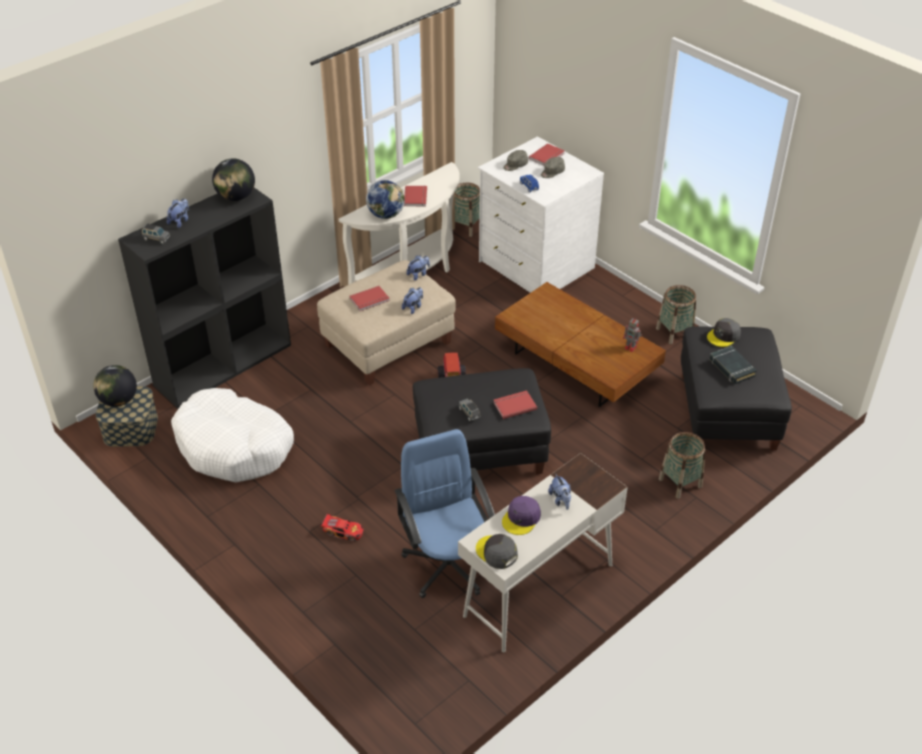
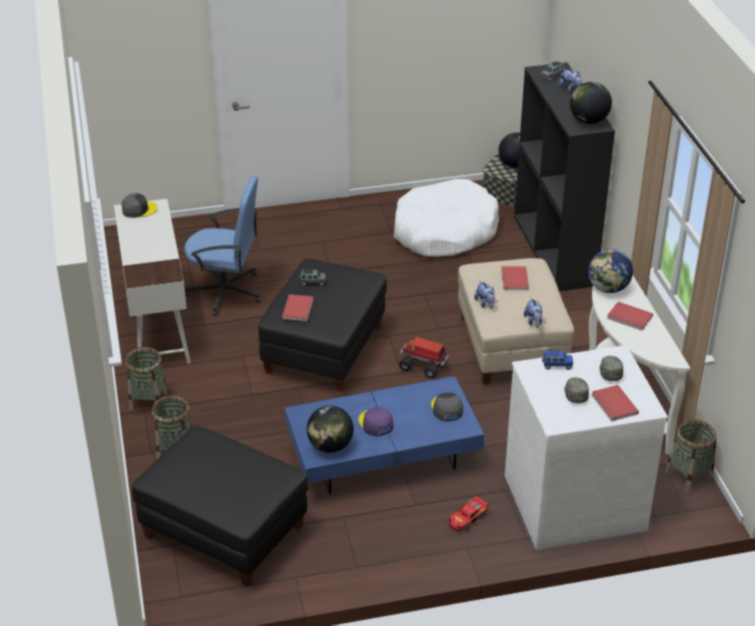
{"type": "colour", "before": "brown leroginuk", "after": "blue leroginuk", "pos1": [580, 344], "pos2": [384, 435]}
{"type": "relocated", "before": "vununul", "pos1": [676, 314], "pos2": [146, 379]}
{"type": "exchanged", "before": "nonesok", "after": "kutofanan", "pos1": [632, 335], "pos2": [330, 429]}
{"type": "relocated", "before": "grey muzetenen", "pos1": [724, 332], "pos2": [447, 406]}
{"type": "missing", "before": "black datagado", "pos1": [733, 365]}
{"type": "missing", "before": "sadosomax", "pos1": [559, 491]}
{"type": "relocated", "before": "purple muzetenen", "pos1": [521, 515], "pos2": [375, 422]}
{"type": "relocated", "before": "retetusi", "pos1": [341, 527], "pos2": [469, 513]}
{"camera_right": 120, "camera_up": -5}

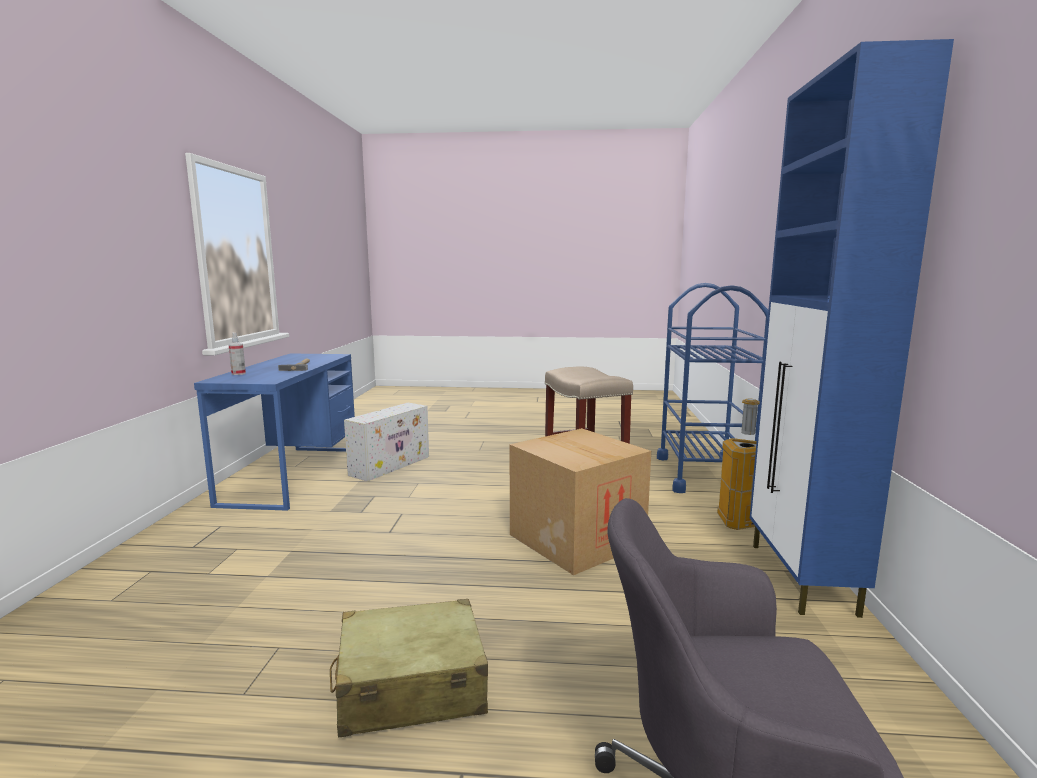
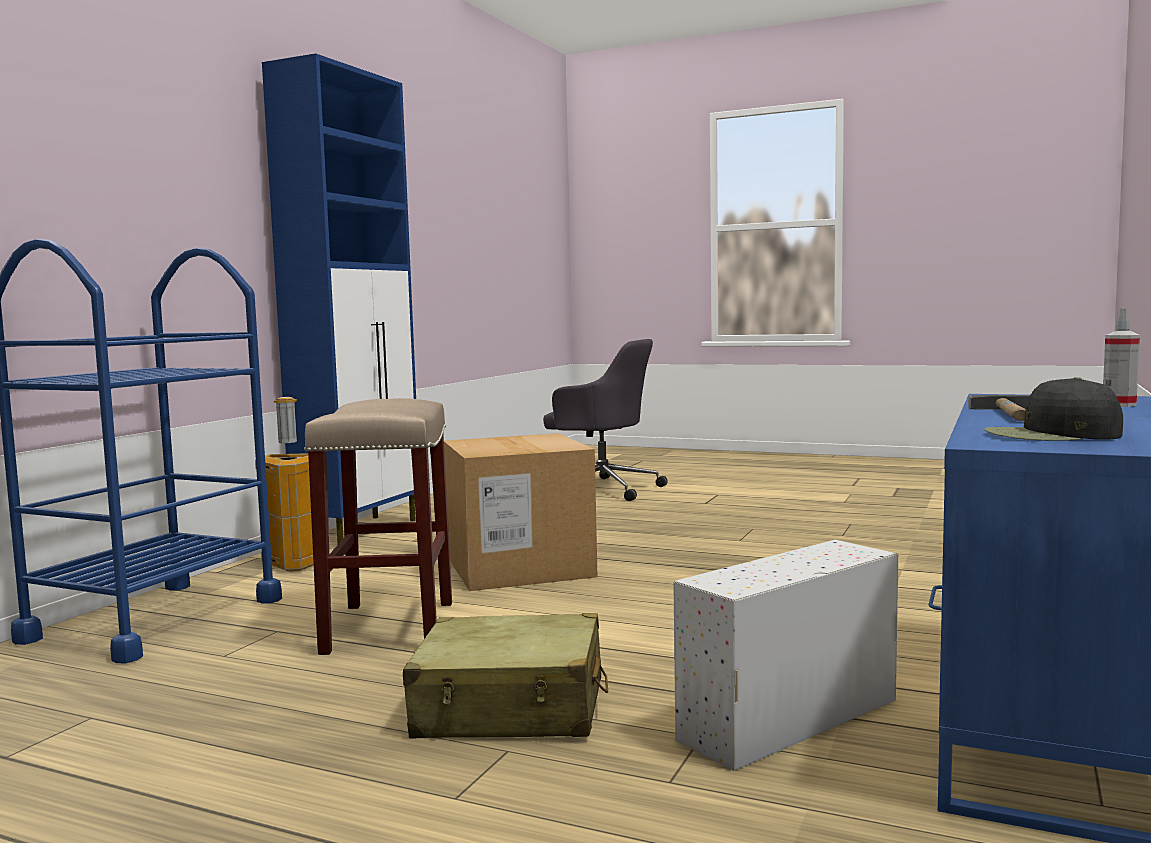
{"type": "relocated", "before": "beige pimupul", "pos1": [409, 668], "pos2": [505, 676]}
{"type": "appeared", "after": "black muzetenen", "pos2": [1053, 409]}
{"camera_right": -160, "camera_up": -5}

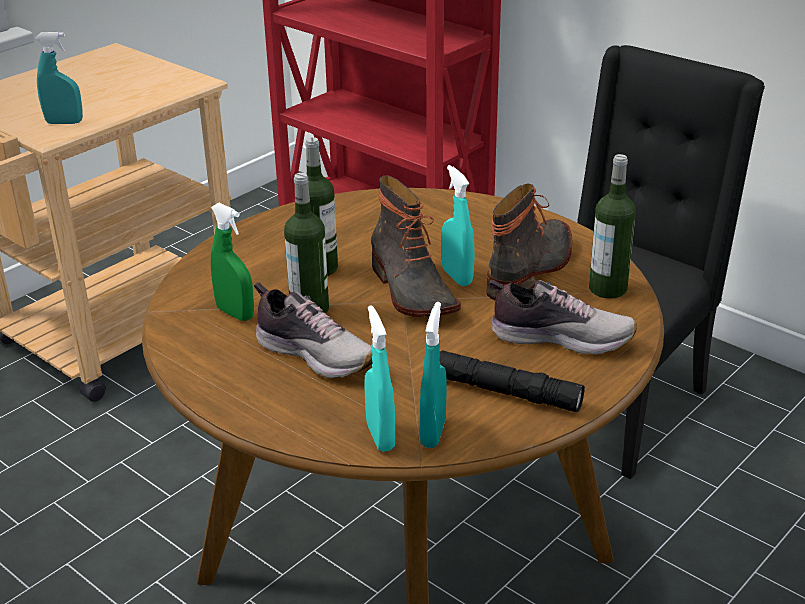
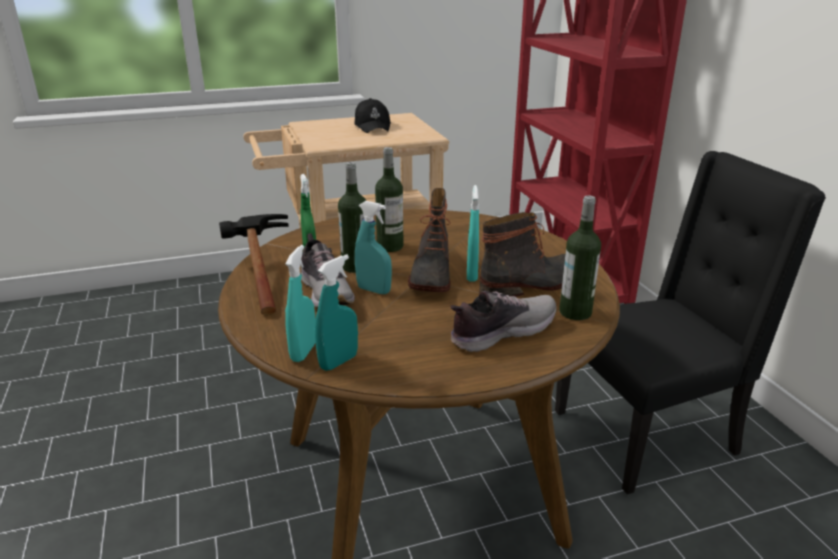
{"type": "relocated", "before": "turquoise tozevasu", "pos1": [59, 78], "pos2": [373, 247]}
{"type": "spun", "before": "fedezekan", "pos1": [563, 317], "pos2": [503, 321], "turn": -75}
{"type": "missing", "before": "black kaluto", "pos1": [512, 381]}
{"type": "appeared", "after": "black muzetenen", "pos2": [372, 115]}
{"type": "appeared", "after": "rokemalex", "pos2": [254, 264]}
{"camera_right": 30, "camera_up": -5}

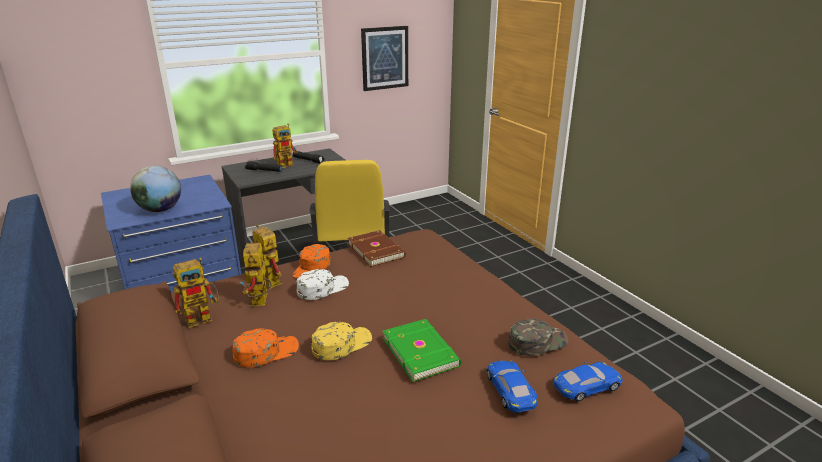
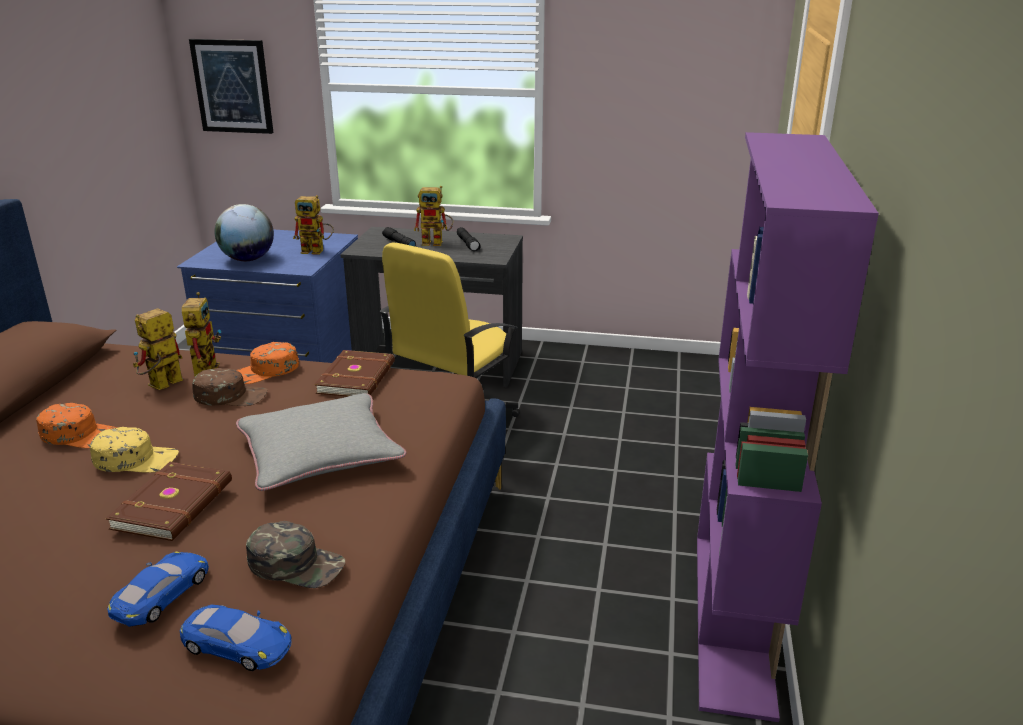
{"type": "relocated", "before": "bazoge", "pos1": [384, 58], "pos2": [231, 86]}
{"type": "relocated", "before": "nonesok", "pos1": [196, 293], "pos2": [313, 225]}
{"type": "colour", "before": "white muzetenen", "after": "brown muzetenen", "pos1": [323, 284], "pos2": [230, 387]}
{"type": "colour", "before": "green datagado", "after": "brown datagado", "pos1": [422, 350], "pos2": [169, 501]}
{"type": "appeared", "after": "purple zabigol", "pos2": [788, 427]}
{"type": "appeared", "after": "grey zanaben", "pos2": [321, 442]}
{"camera_right": 40, "camera_up": 0}

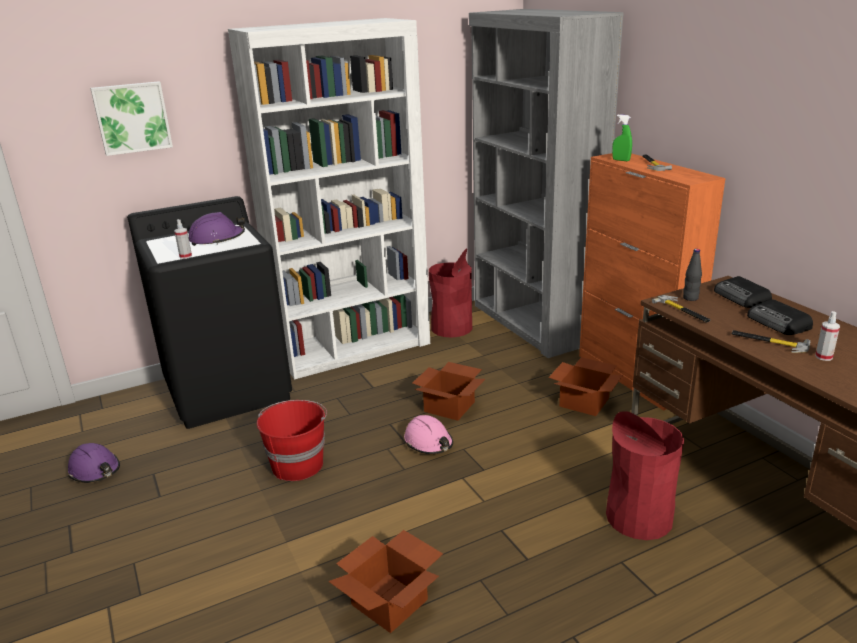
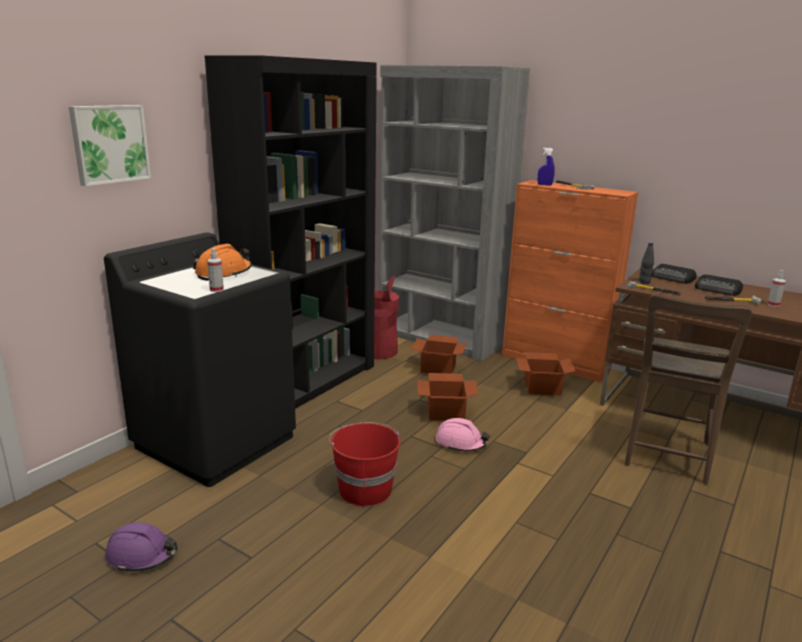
{"type": "colour", "before": "white zabigol", "after": "black zabigol", "pos1": [329, 199], "pos2": [291, 232]}
{"type": "colour", "before": "green tozevasu", "after": "blue tozevasu", "pos1": [622, 137], "pos2": [546, 166]}
{"type": "colour", "before": "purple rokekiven", "after": "orange rokekiven", "pos1": [217, 229], "pos2": [222, 262]}
{"type": "exchanged", "before": "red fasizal", "after": "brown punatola", "pos1": [645, 475], "pos2": [688, 389]}
{"type": "relocated", "before": "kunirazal", "pos1": [385, 581], "pos2": [439, 354]}
{"camera_right": -30, "camera_up": -5}

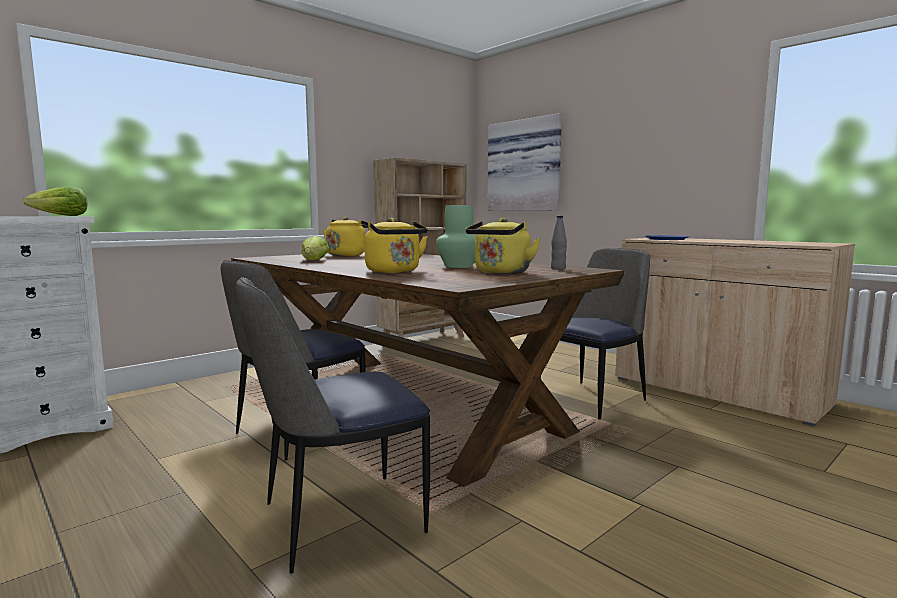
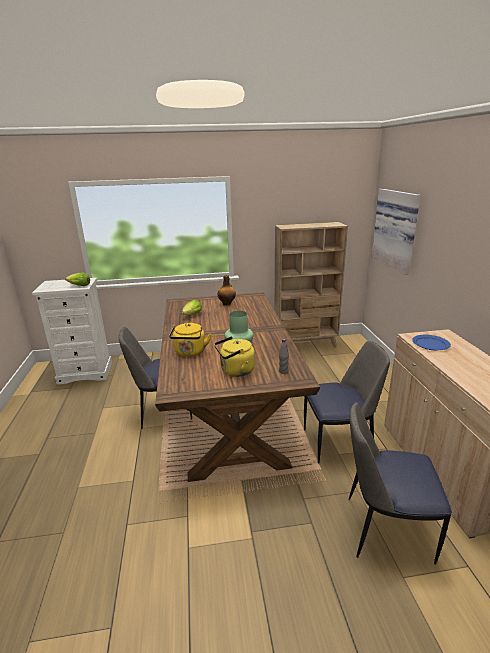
{"type": "exchanged", "before": "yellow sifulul", "after": "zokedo", "pos1": [346, 236], "pos2": [226, 290]}
{"type": "relocated", "before": "punatola", "pos1": [333, 425], "pos2": [400, 483]}
{"camera_right": 35, "camera_up": 15}

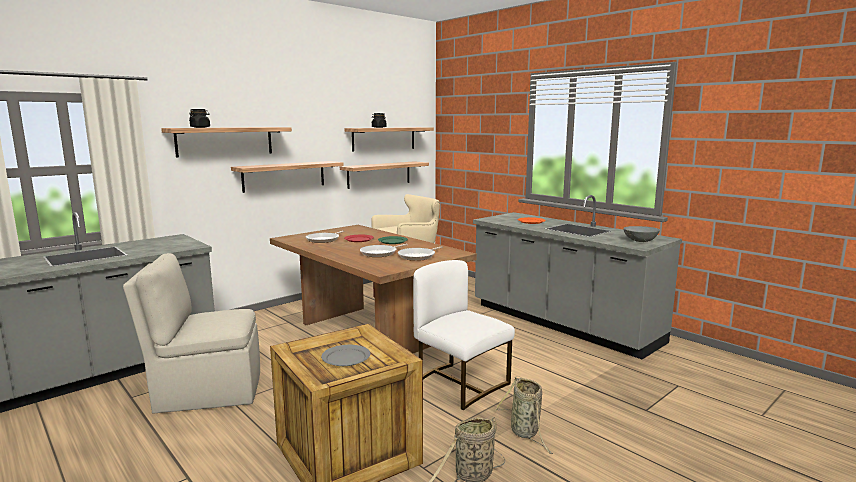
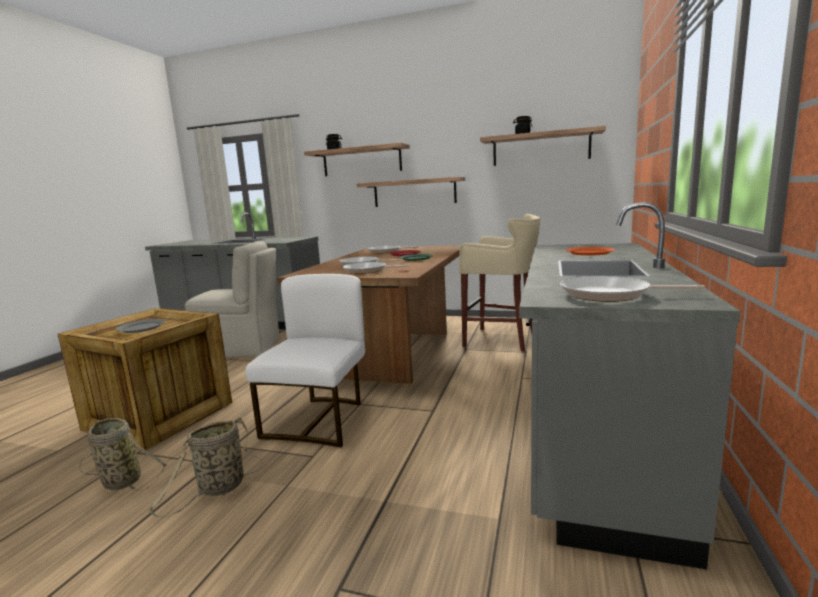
{"type": "missing", "before": "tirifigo", "pos1": [384, 175]}
{"type": "exchanged", "before": "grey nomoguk", "after": "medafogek", "pos1": [641, 234], "pos2": [632, 289]}
{"type": "spun", "before": "beige punatola", "pos1": [191, 333], "pos2": [232, 299], "turn": 135}
{"camera_right": 60, "camera_up": 0}

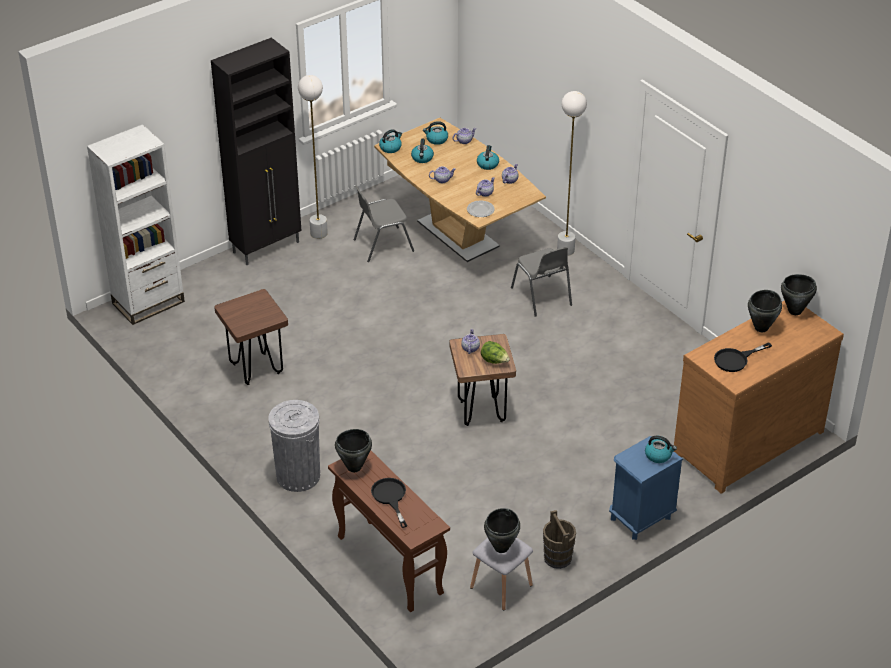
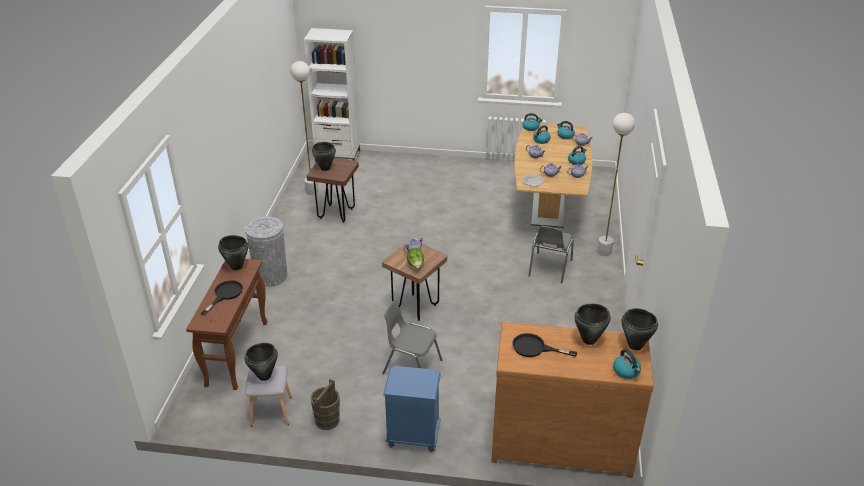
{"type": "missing", "before": "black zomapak", "pos1": [256, 151]}
{"type": "relocated", "before": "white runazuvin", "pos1": [313, 157], "pos2": [304, 128]}
{"type": "relocated", "before": "grey punatola", "pos1": [384, 223], "pos2": [412, 337]}
{"type": "relocated", "before": "sifulul", "pos1": [661, 449], "pos2": [627, 364]}
{"type": "appeared", "after": "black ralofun", "pos2": [324, 156]}
{"camera_right": 45, "camera_up": -5}

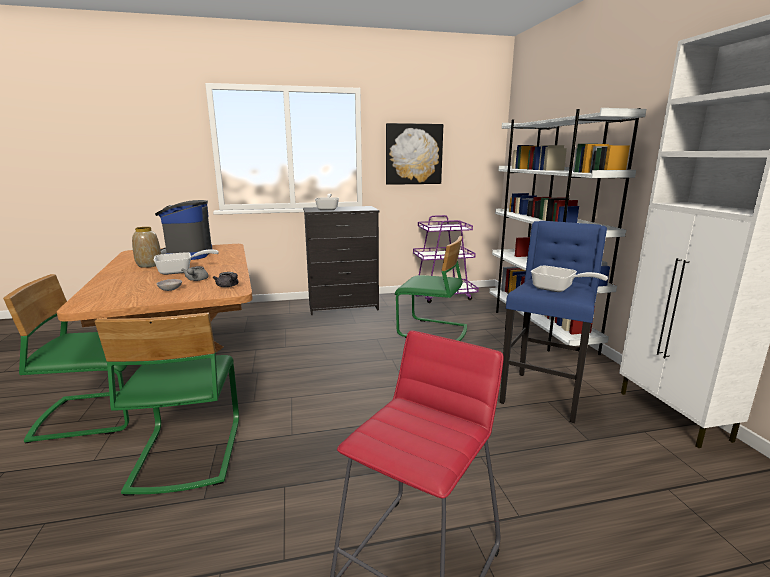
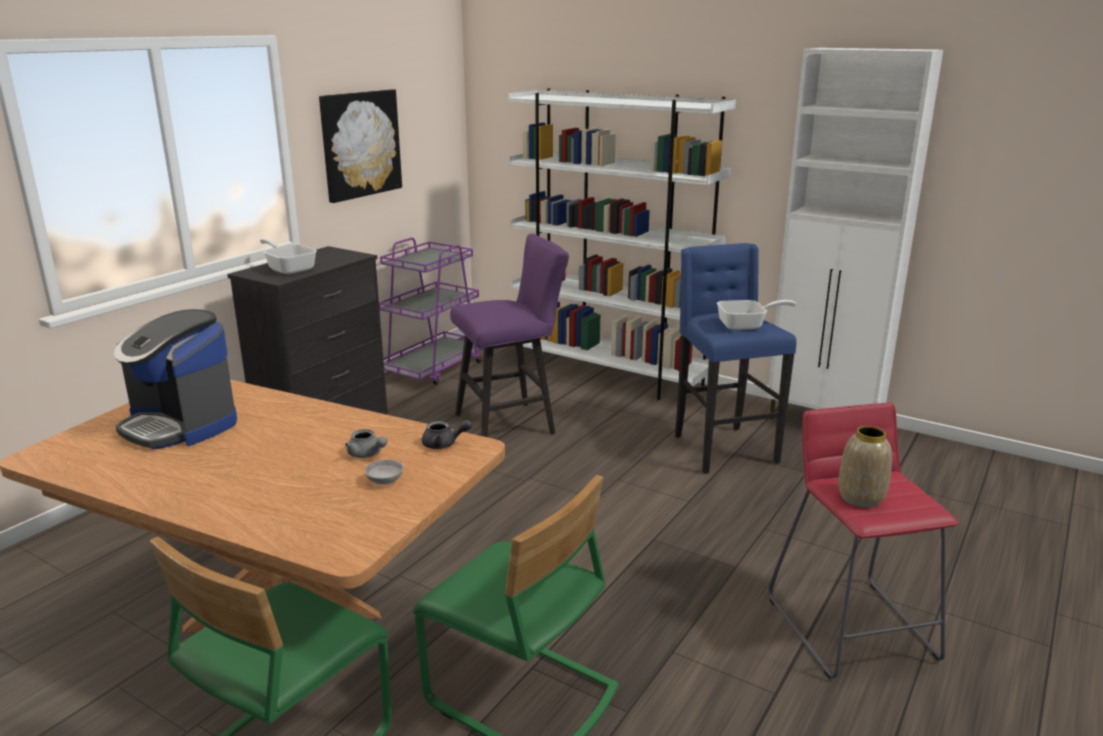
{"type": "relocated", "before": "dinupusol", "pos1": [146, 247], "pos2": [865, 467]}
{"type": "exchanged", "before": "green punatola", "after": "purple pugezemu", "pos1": [431, 288], "pos2": [509, 335]}
{"type": "missing", "before": "medafogek", "pos1": [186, 262]}
{"camera_right": -45, "camera_up": 5}

